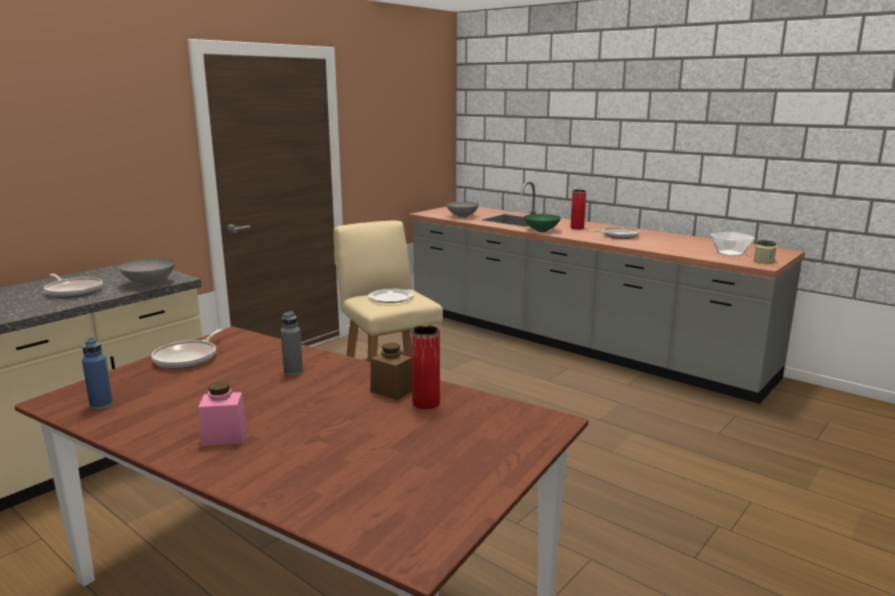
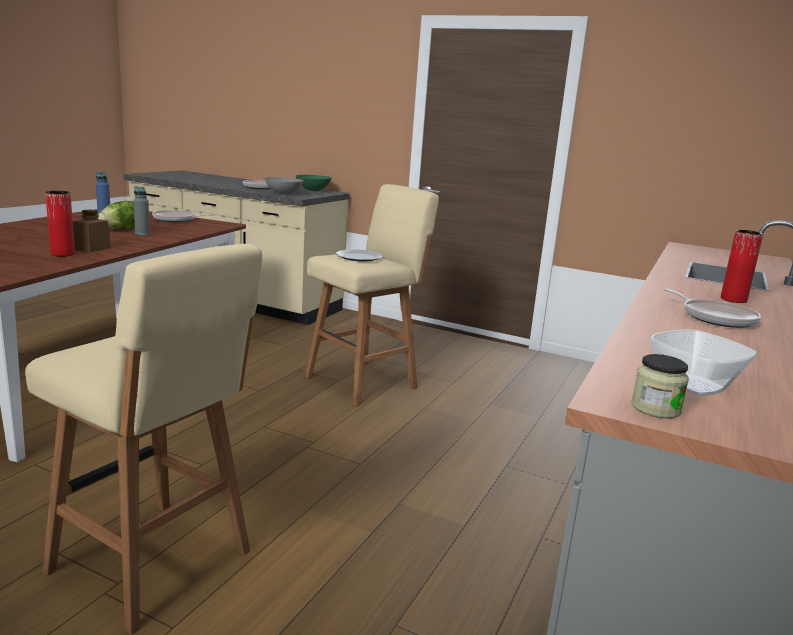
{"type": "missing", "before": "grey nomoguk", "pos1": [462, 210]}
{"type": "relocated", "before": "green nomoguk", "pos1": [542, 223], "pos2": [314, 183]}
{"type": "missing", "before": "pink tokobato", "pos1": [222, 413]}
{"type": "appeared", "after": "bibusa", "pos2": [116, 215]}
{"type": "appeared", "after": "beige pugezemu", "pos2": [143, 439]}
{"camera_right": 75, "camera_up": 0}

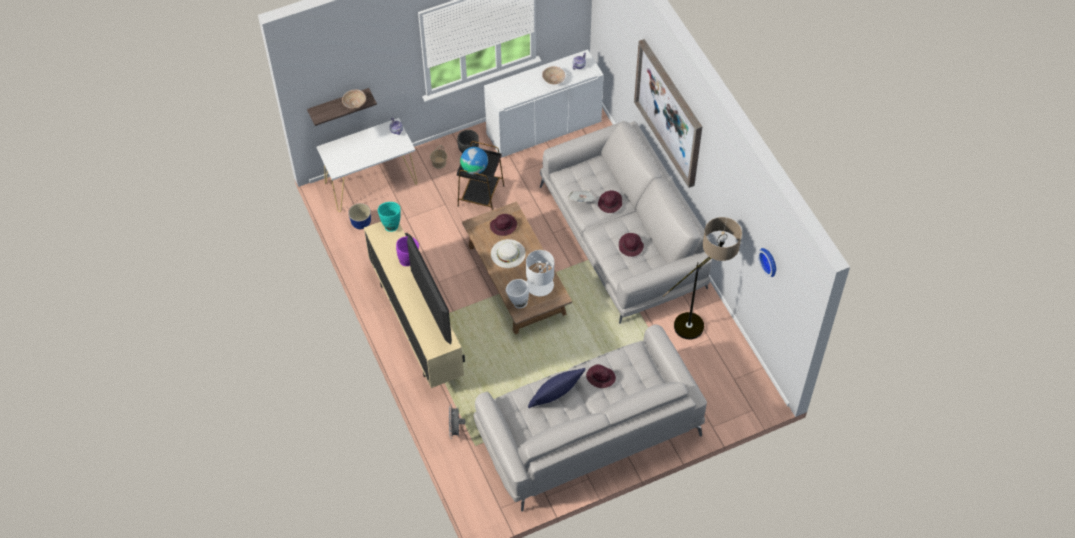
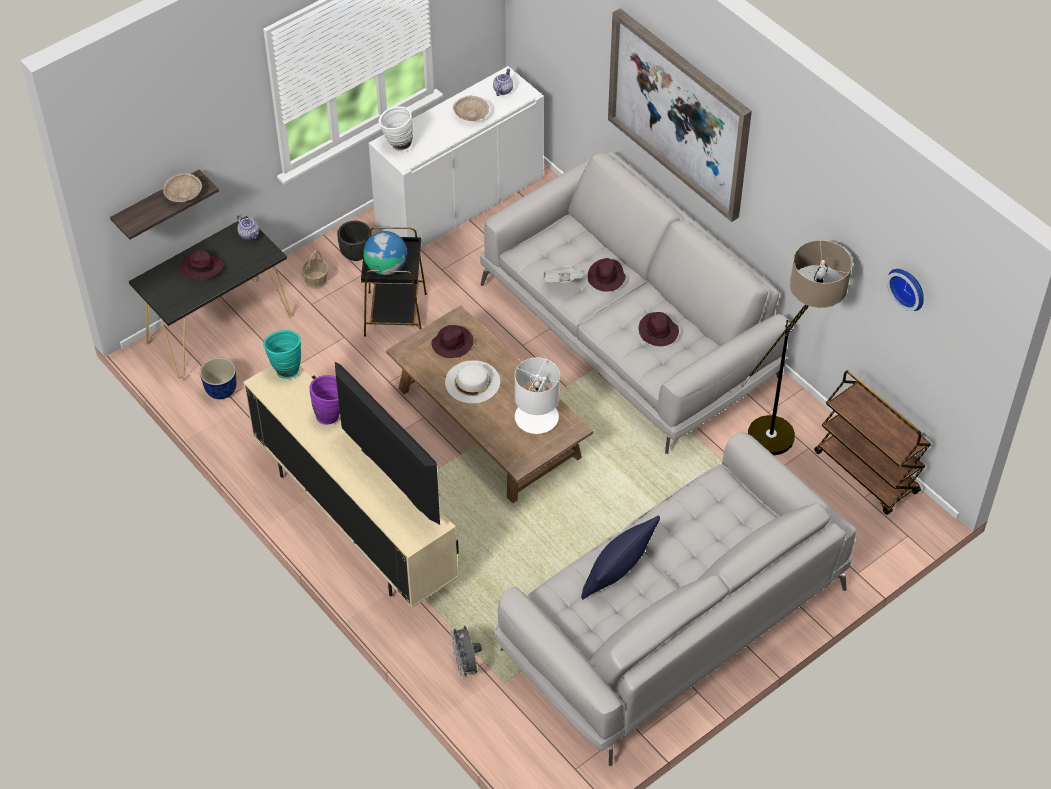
{"type": "colour", "before": "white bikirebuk", "after": "black bikirebuk", "pos1": [366, 165], "pos2": [210, 298]}
{"type": "relocated", "before": "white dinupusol", "pos1": [517, 293], "pos2": [396, 129]}
{"type": "relocated", "before": "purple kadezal", "pos1": [601, 376], "pos2": [201, 265]}
{"type": "appeared", "after": "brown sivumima", "pos2": [872, 442]}
{"camera_right": -15, "camera_up": -5}

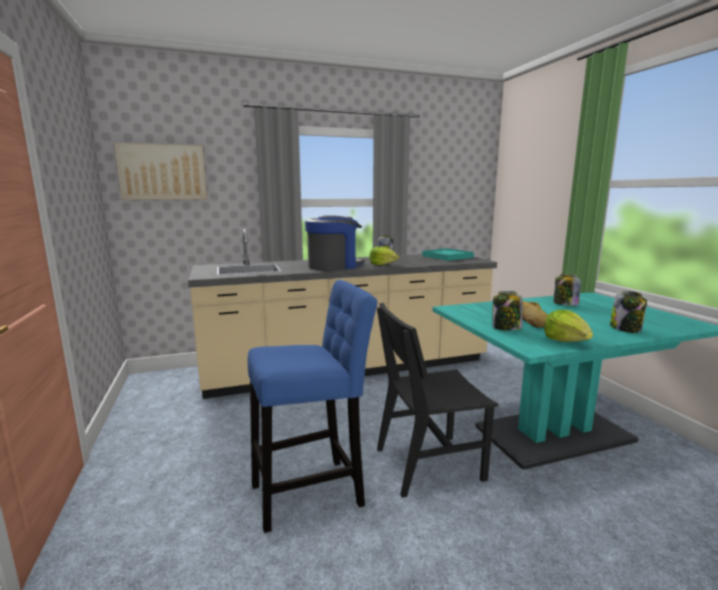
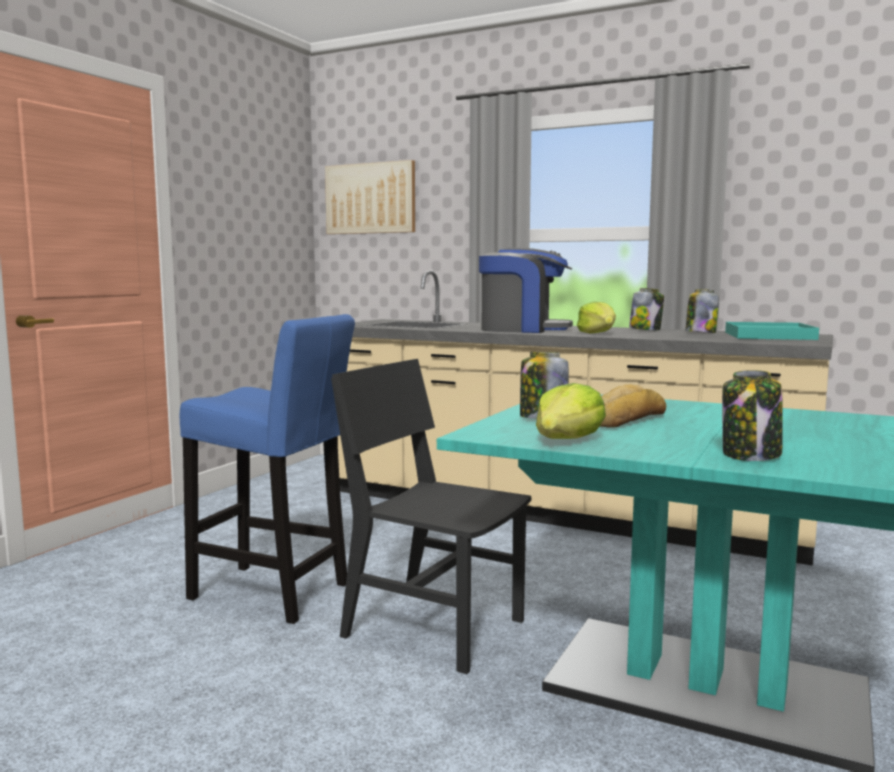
{"type": "relocated", "before": "tokobato", "pos1": [567, 290], "pos2": [702, 311]}
{"camera_right": 45, "camera_up": -5}

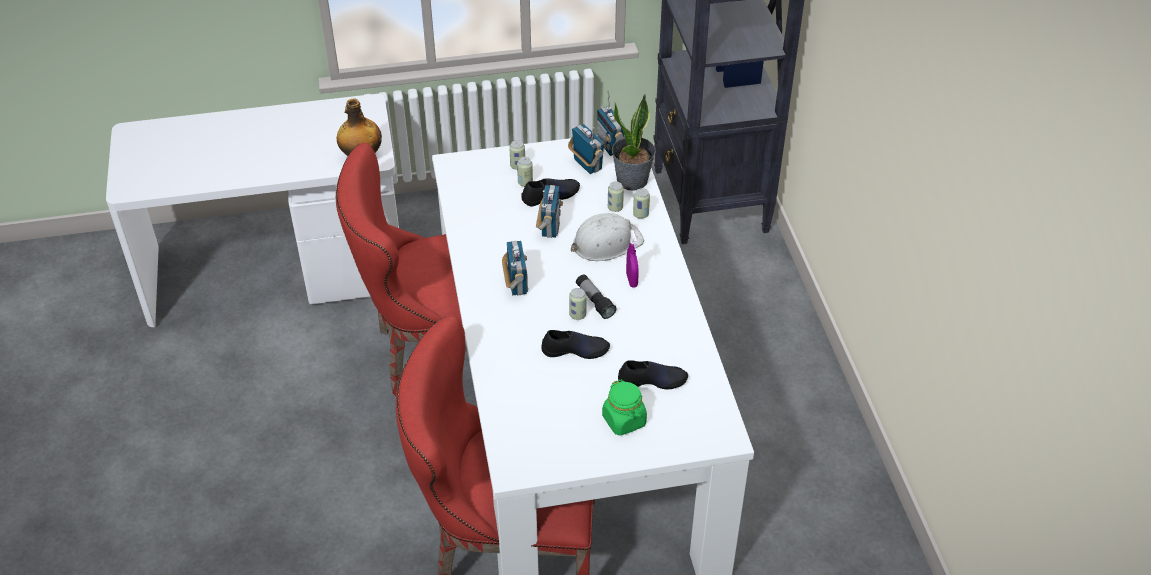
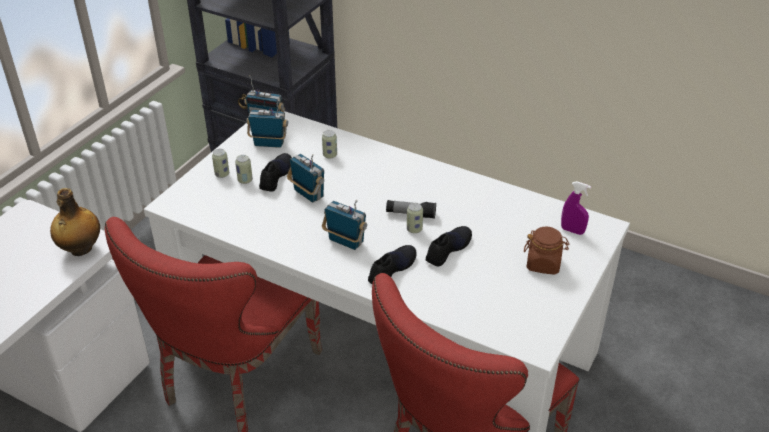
{"type": "missing", "before": "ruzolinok", "pos1": [634, 142]}
{"type": "missing", "before": "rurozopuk", "pos1": [641, 203]}
{"type": "missing", "before": "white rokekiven", "pos1": [607, 237]}
{"type": "relocated", "before": "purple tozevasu", "pos1": [632, 259], "pos2": [576, 208]}
{"type": "relocated", "before": "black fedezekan", "pos1": [653, 374], "pos2": [392, 264]}
{"type": "colour", "before": "green tokobato", "after": "brown tokobato", "pos1": [624, 408], "pos2": [546, 251]}
{"camera_right": -50, "camera_up": -5}

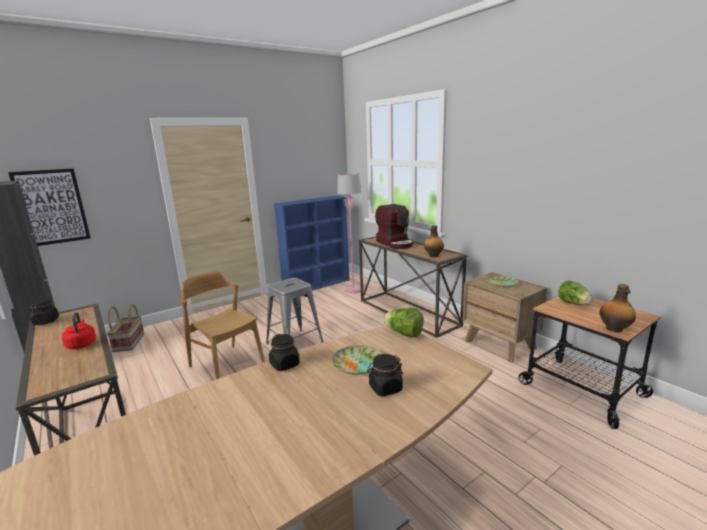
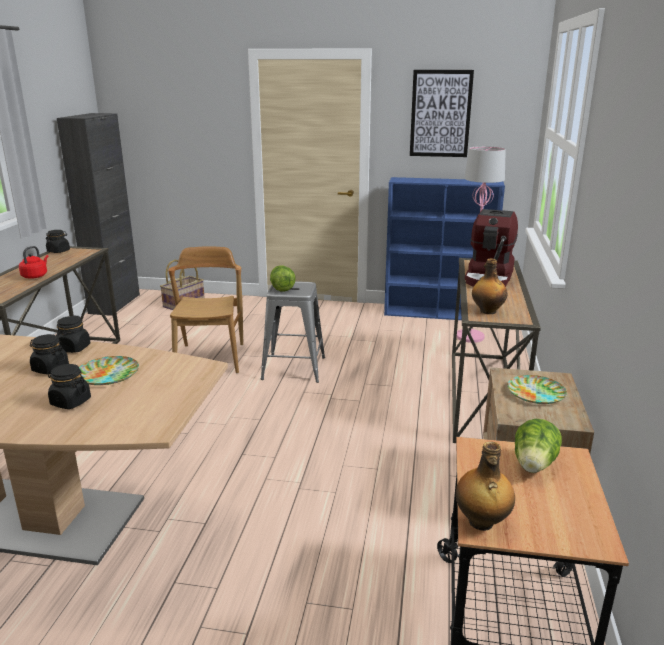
{"type": "relocated", "before": "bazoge", "pos1": [49, 207], "pos2": [442, 113]}
{"type": "relocated", "before": "bibusa", "pos1": [403, 323], "pos2": [283, 278]}
{"type": "appeared", "after": "black tokobato", "pos2": [49, 354]}
{"camera_right": 45, "camera_up": 5}

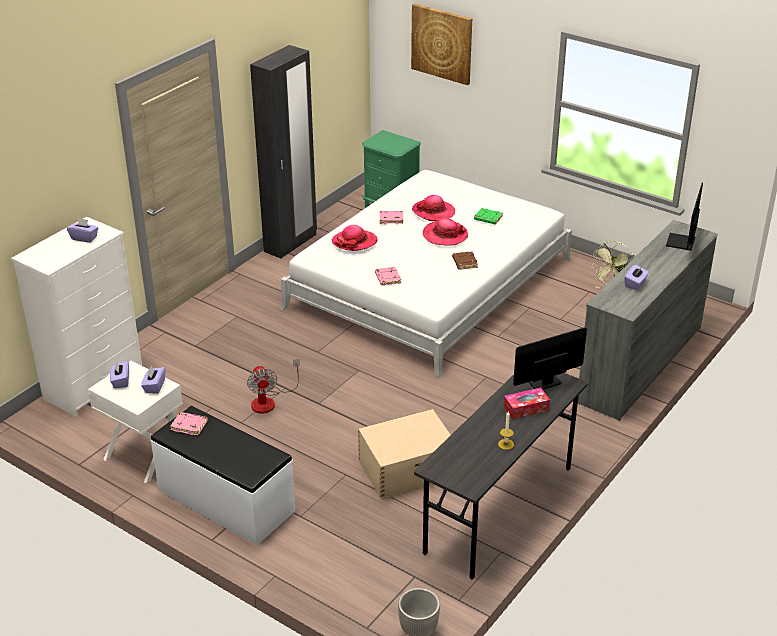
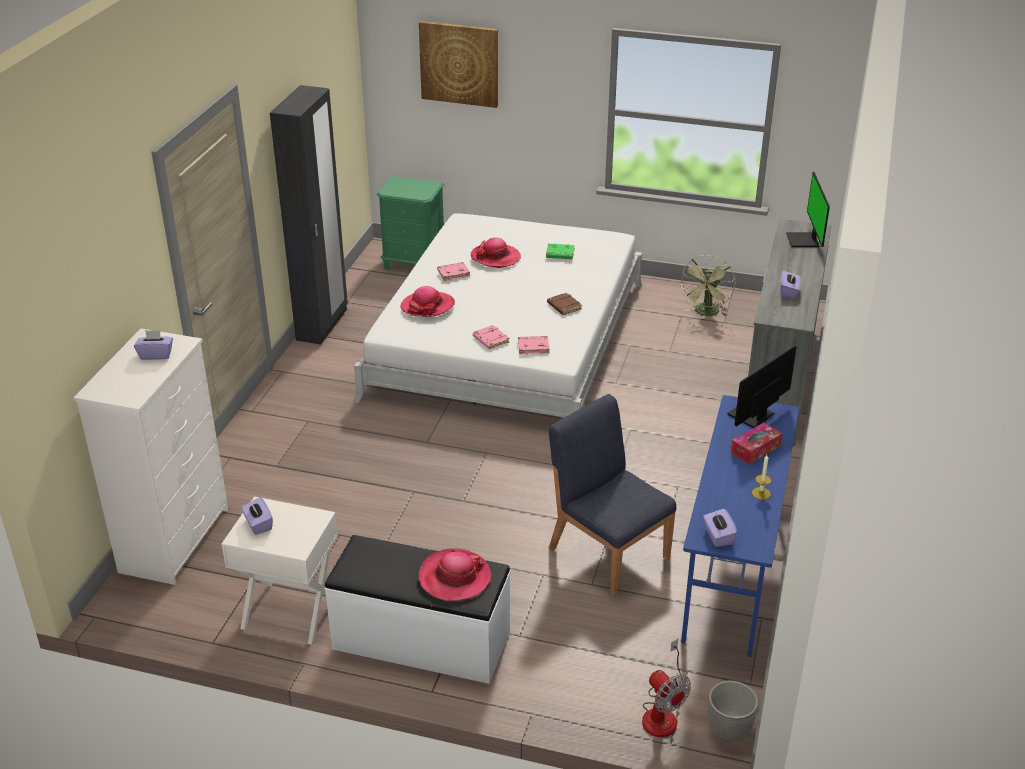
{"type": "relocated", "before": "kadezal", "pos1": [445, 232], "pos2": [455, 574]}
{"type": "relocated", "before": "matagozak", "pos1": [273, 386], "pos2": [666, 688]}
{"type": "relocated", "before": "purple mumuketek", "pos1": [153, 379], "pos2": [720, 528]}
{"type": "colour", "before": "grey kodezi", "after": "blue kodezi", "pos1": [501, 476], "pos2": [740, 526]}
{"type": "exchanged", "before": "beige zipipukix", "after": "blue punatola", "pos1": [404, 454], "pos2": [613, 495]}
{"type": "relocated", "before": "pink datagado", "pos1": [189, 424], "pos2": [534, 345]}
{"camera_right": -20, "camera_up": 0}

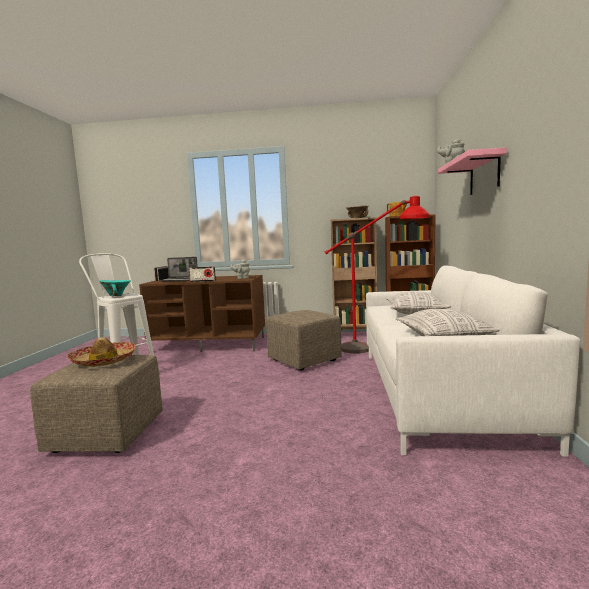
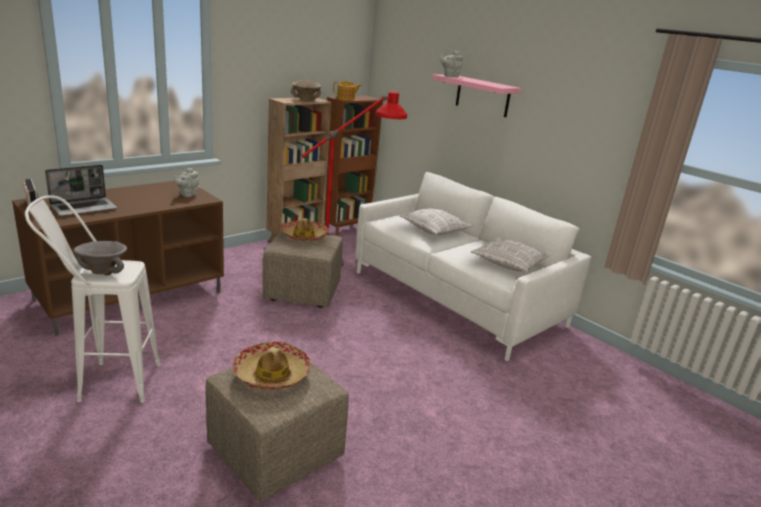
{"type": "missing", "before": "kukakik", "pos1": [202, 274]}
{"type": "colour", "before": "turquoise nomoguk", "after": "grey nomoguk", "pos1": [115, 288], "pos2": [100, 257]}
{"type": "appeared", "after": "kadezal", "pos2": [304, 230]}
{"camera_right": -50, "camera_up": 15}

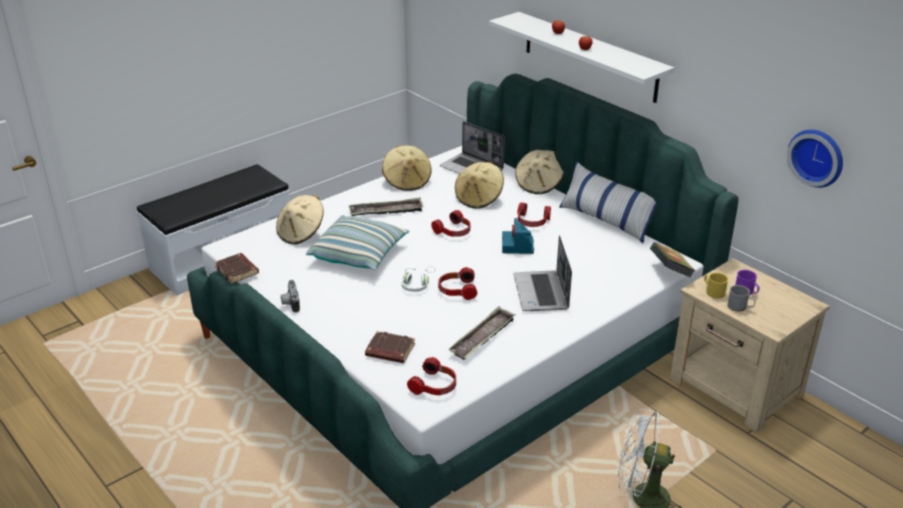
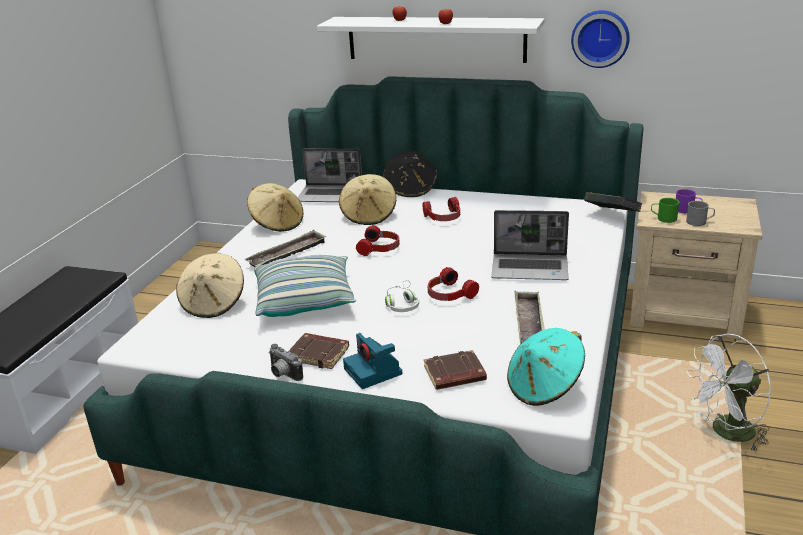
{"type": "relocated", "before": "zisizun", "pos1": [815, 159], "pos2": [600, 39]}
{"type": "colour", "before": "beige kadezal", "after": "black kadezal", "pos1": [539, 172], "pos2": [410, 174]}
{"type": "missing", "before": "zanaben", "pos1": [608, 202]}
{"type": "relocated", "before": "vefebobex", "pos1": [518, 236], "pos2": [372, 361]}
{"type": "spun", "before": "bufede", "pos1": [542, 273], "pos2": [530, 245], "turn": -45}
{"type": "relocated", "before": "brown datagado", "pos1": [236, 268], "pos2": [319, 351]}
{"type": "colour", "before": "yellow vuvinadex", "after": "green vuvinadex", "pos1": [716, 286], "pos2": [665, 210]}
{"type": "exchanged", "before": "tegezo", "after": "turquoise kadezal", "pos1": [431, 376], "pos2": [546, 367]}
{"camera_right": -30, "camera_up": -5}

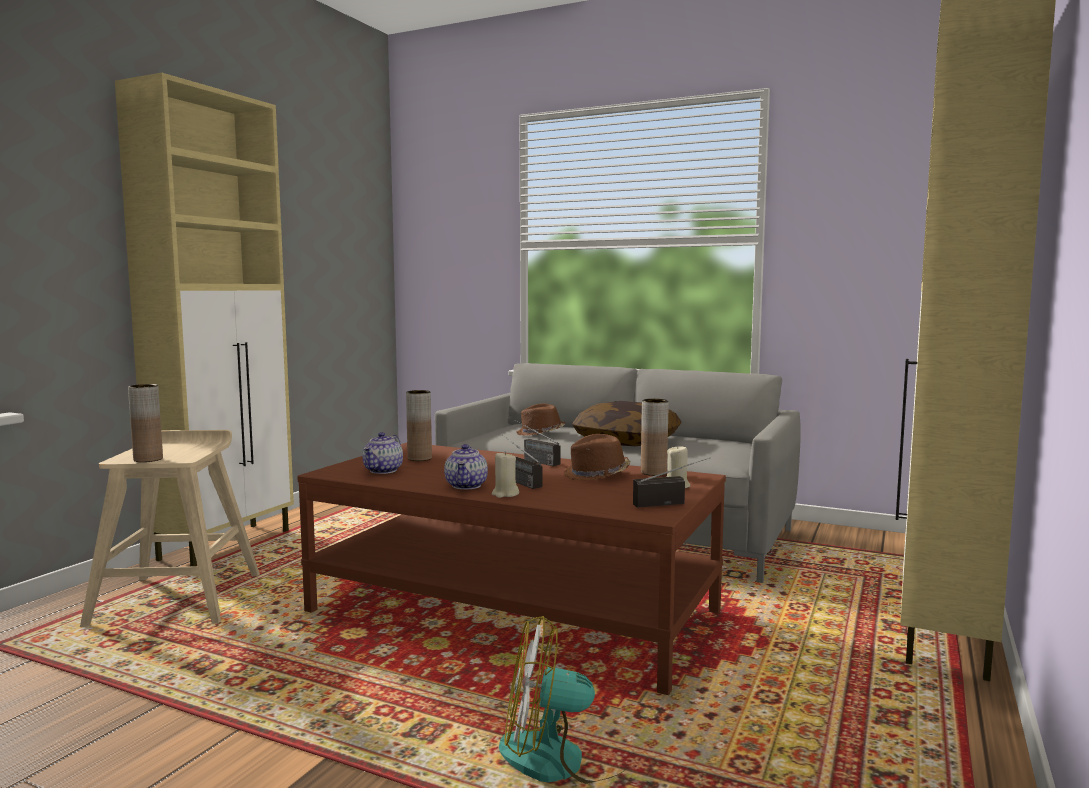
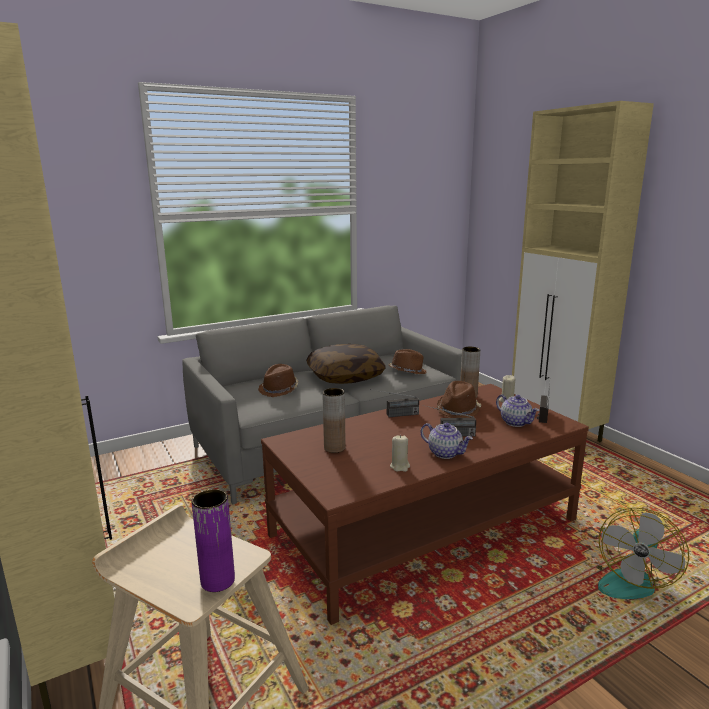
{"type": "colour", "before": "brown dinupusol", "after": "purple dinupusol", "pos1": [145, 423], "pos2": [213, 540]}
{"type": "relocated", "before": "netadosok", "pos1": [382, 453], "pos2": [517, 410]}
{"type": "relocated", "before": "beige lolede", "pos1": [505, 474], "pos2": [400, 453]}
{"type": "appeared", "after": "brown kadezal", "pos2": [407, 361]}
{"camera_right": -55, "camera_up": 10}

